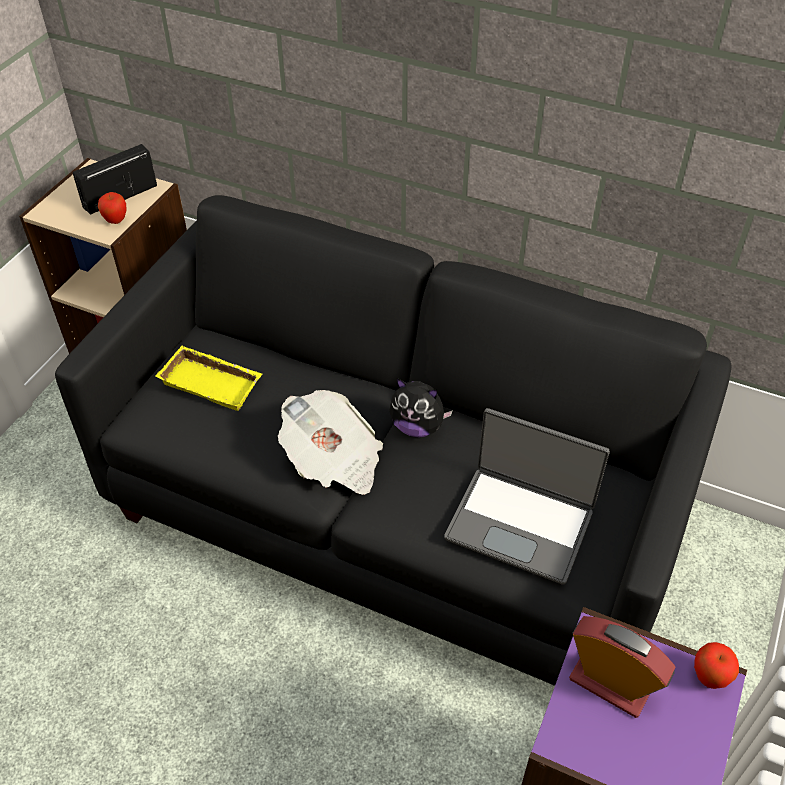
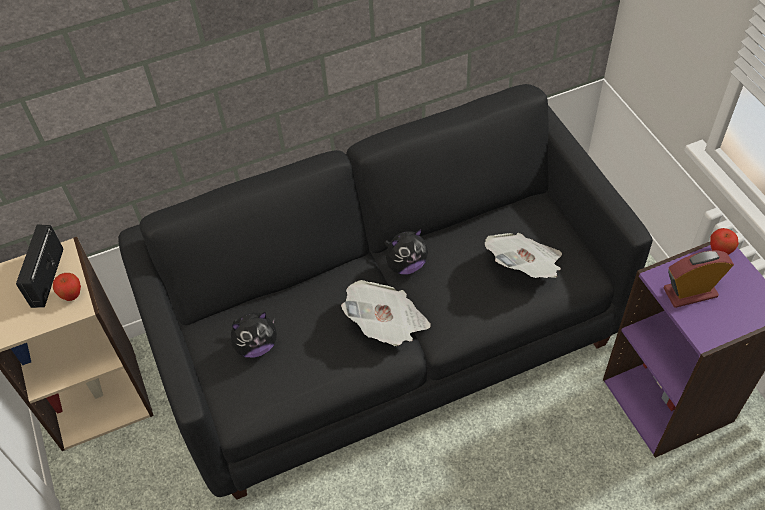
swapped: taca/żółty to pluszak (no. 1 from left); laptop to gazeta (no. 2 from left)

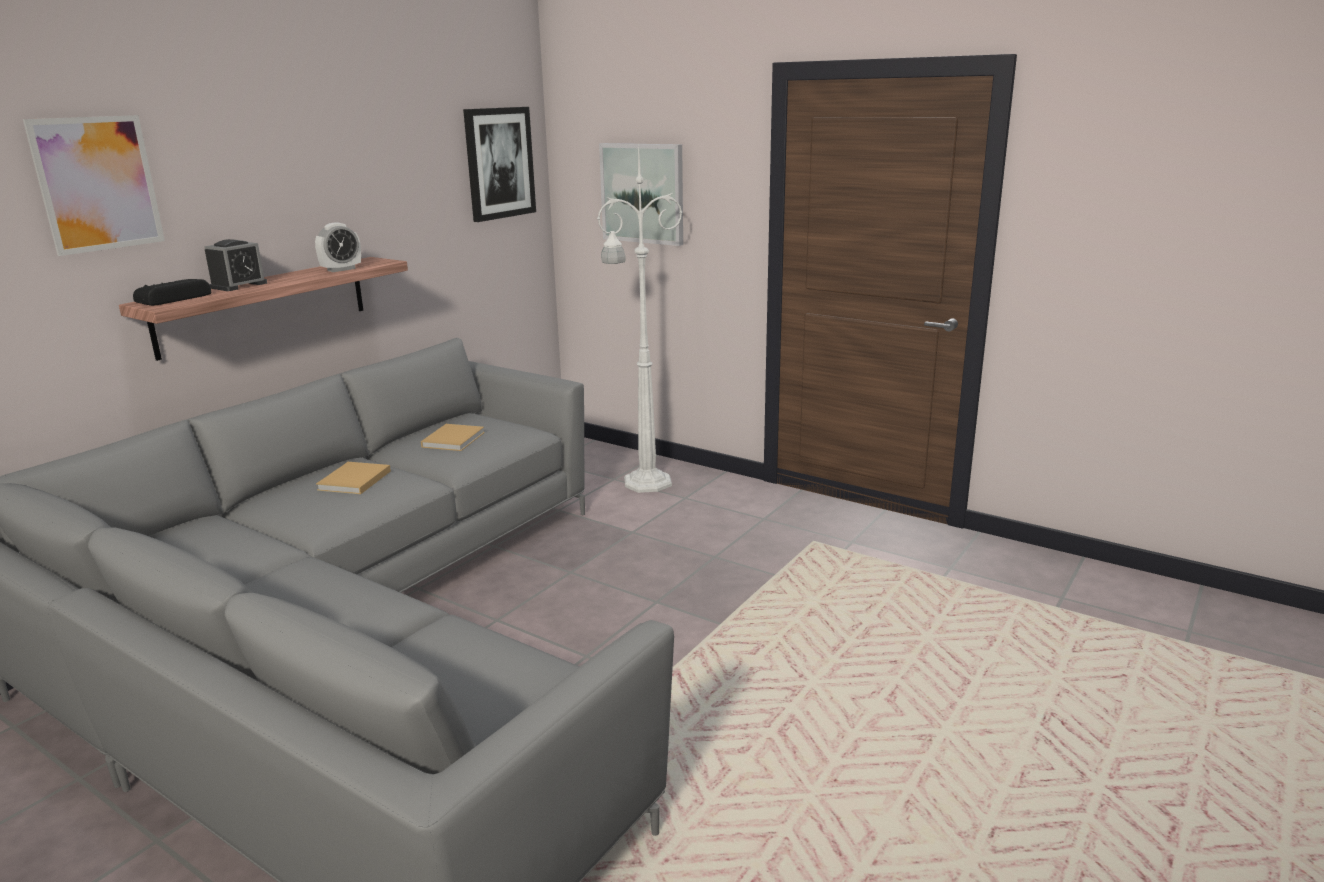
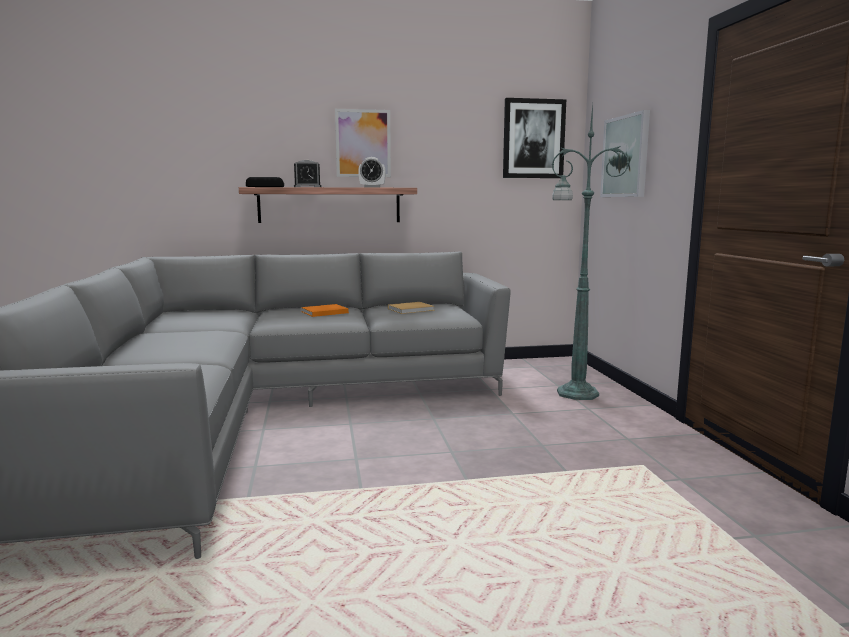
shifted: obraz (no. 1 from left)
repainted: książka/beżowy (no. 1 from left) to książka/pomarańczowy; lampa stojąca/biały to lampa stojąca/zielony

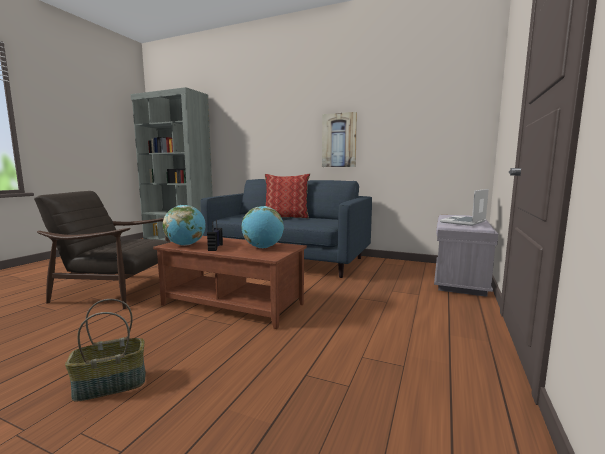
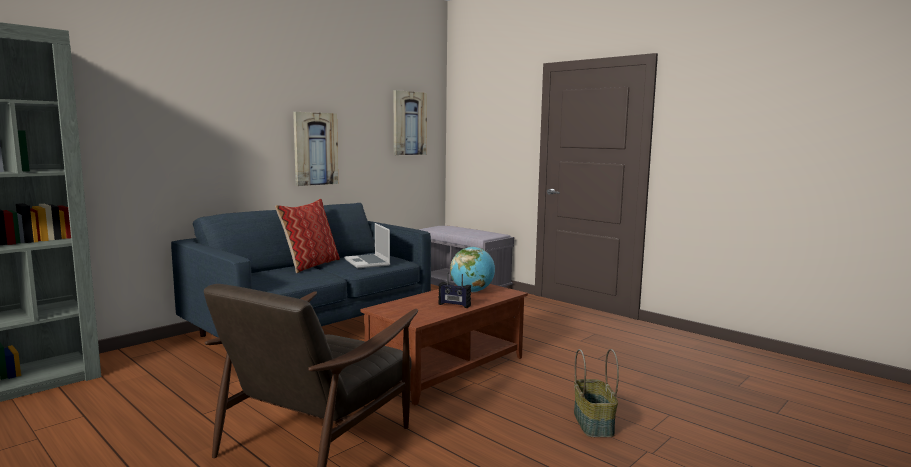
gone: globus (no. 1 from left)
new: obraz (no. 2 from left)
shifted: laptop

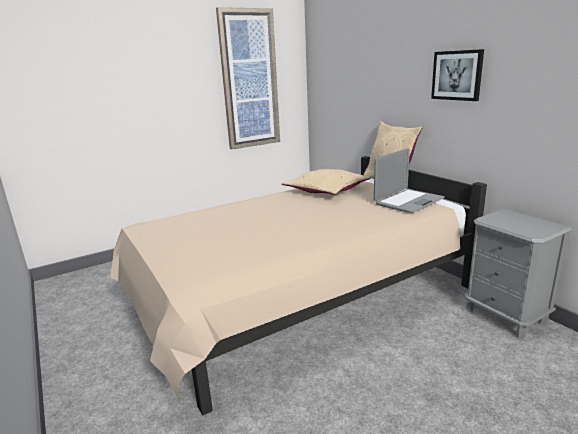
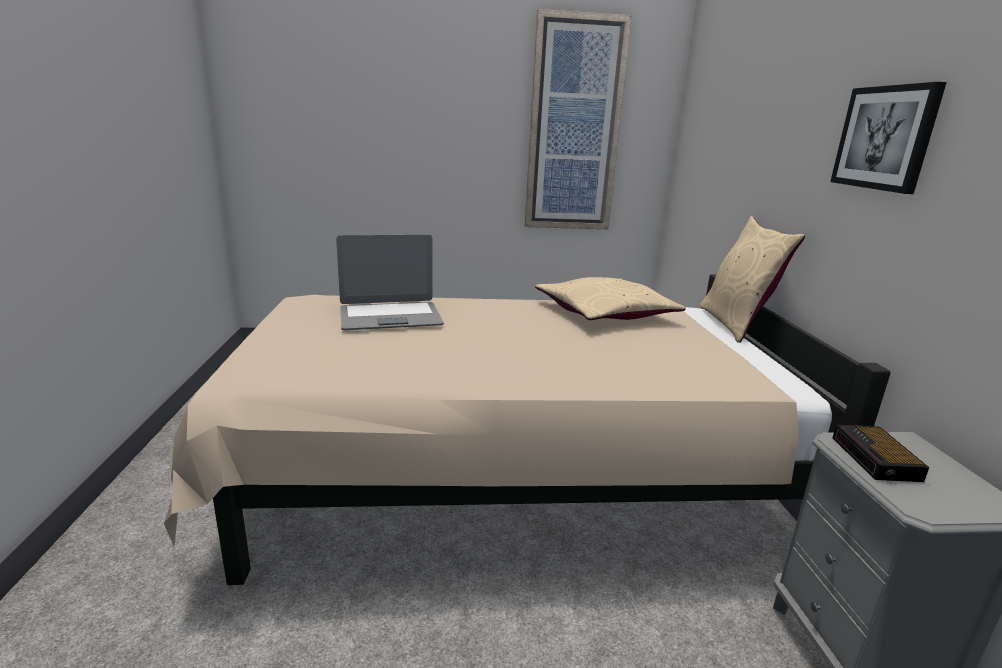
new: budzik
shifted: laptop

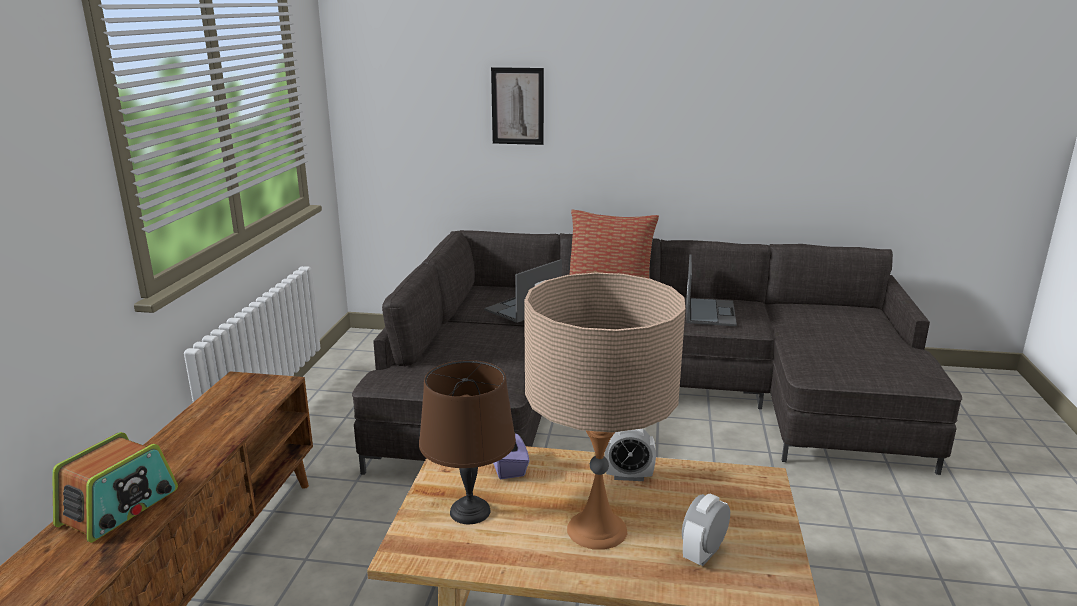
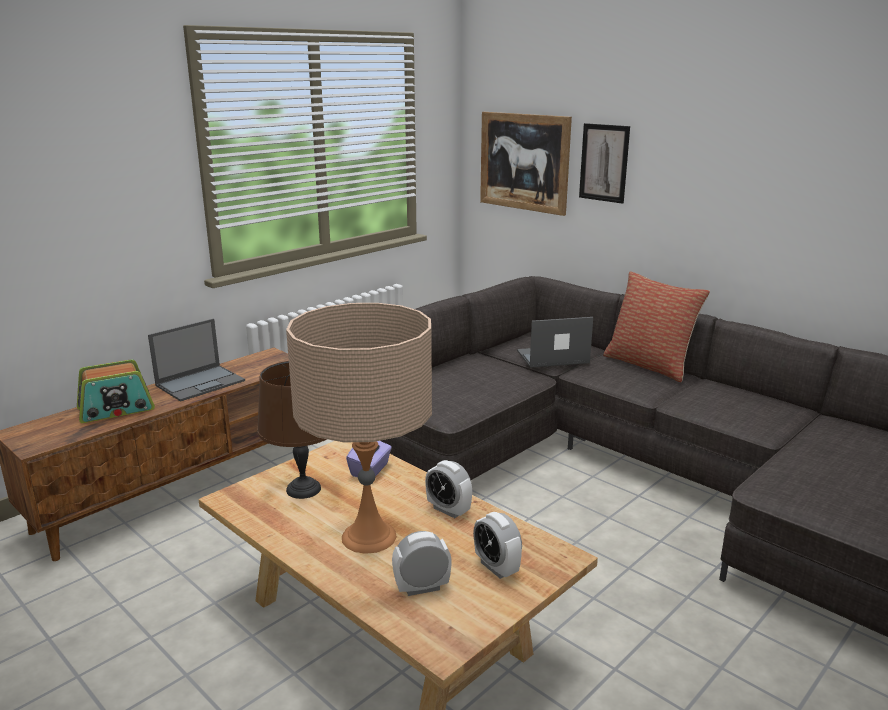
new: budzik (no. 3 from left); obraz (no. 1 from left)
shifted: laptop (no. 2 from left in the first image) to laptop (no. 1 from left)

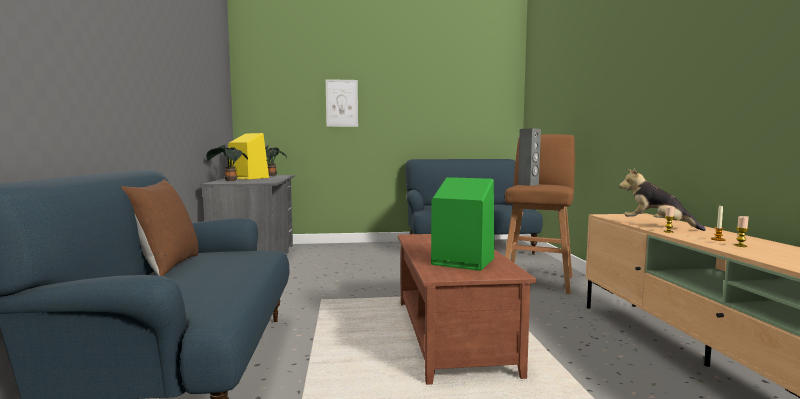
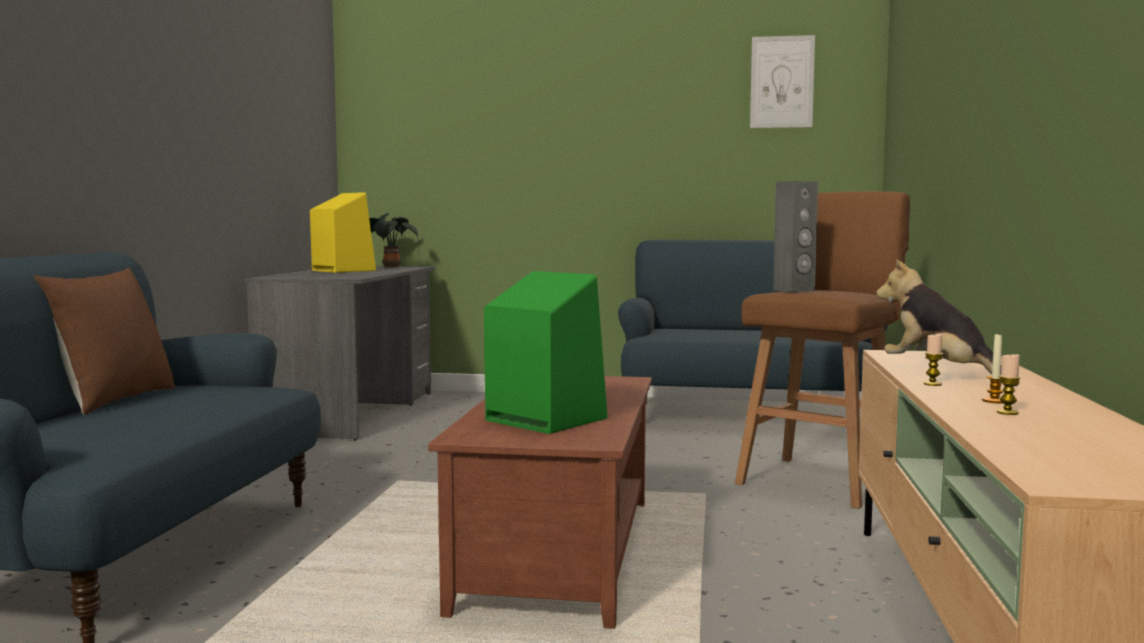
gone: roślina doniczkowa (no. 1 from left)
shifted: obraz

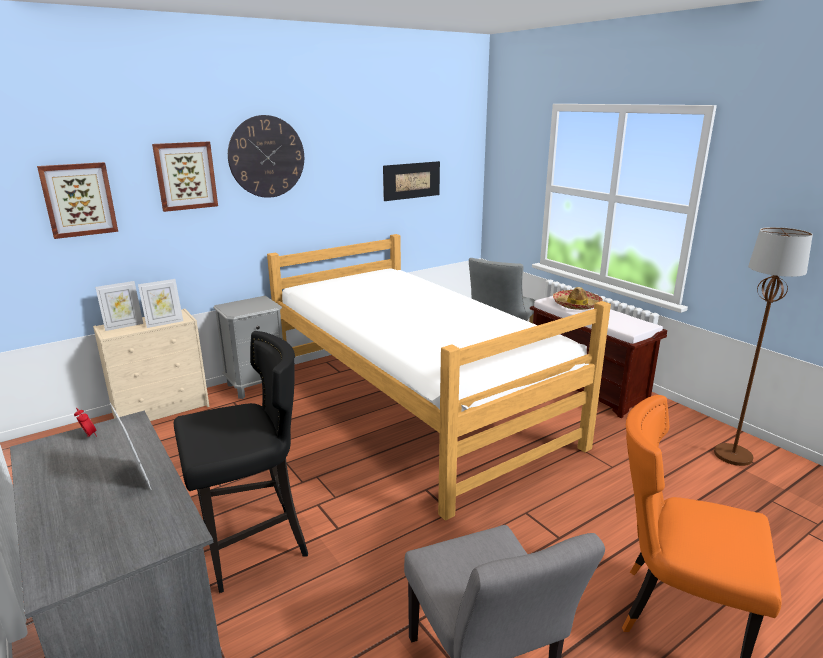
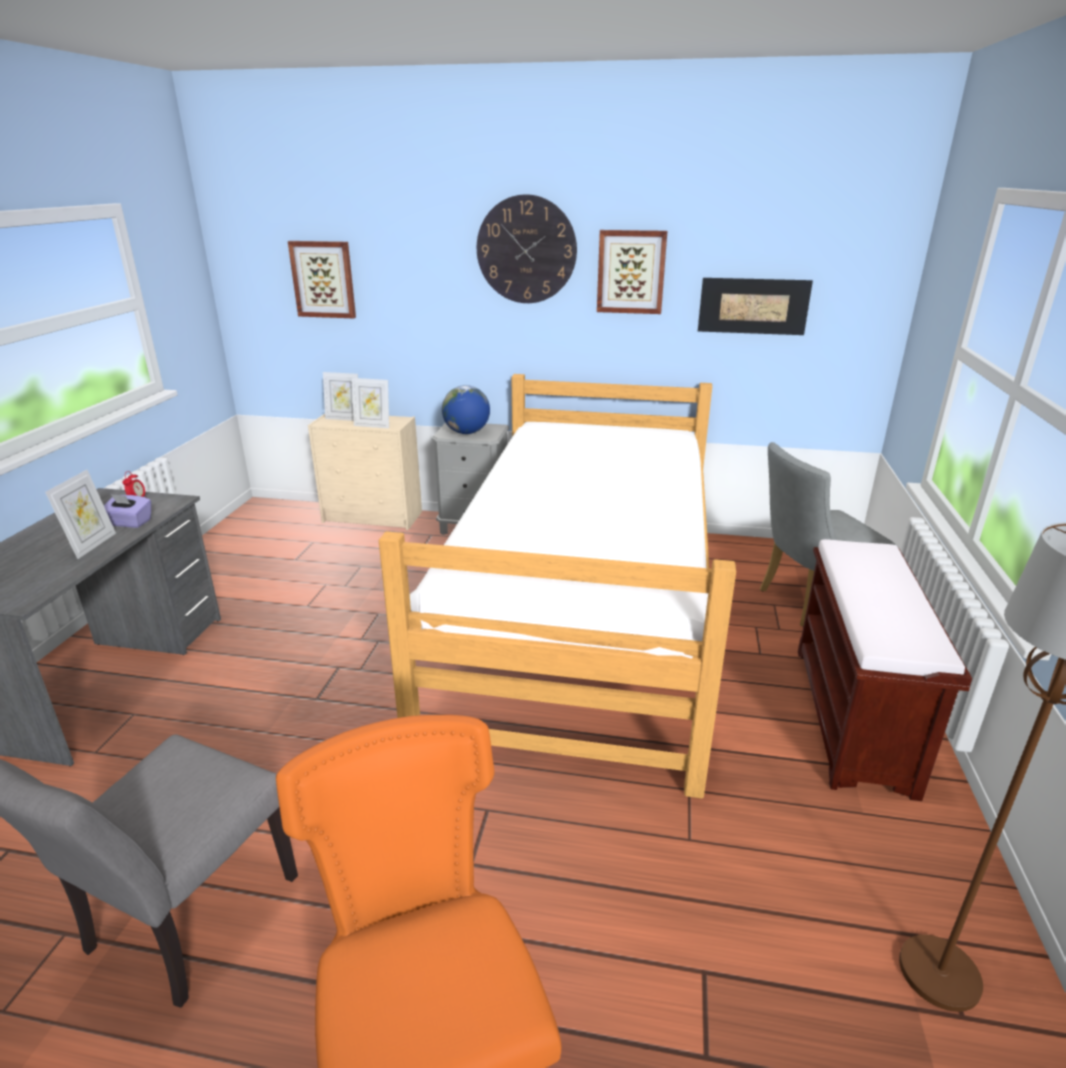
gone: stołek/czarny; kapelusz
new: pudełko chusteczek/fioletowy; globus
shifted: obraz (no. 2 from left)

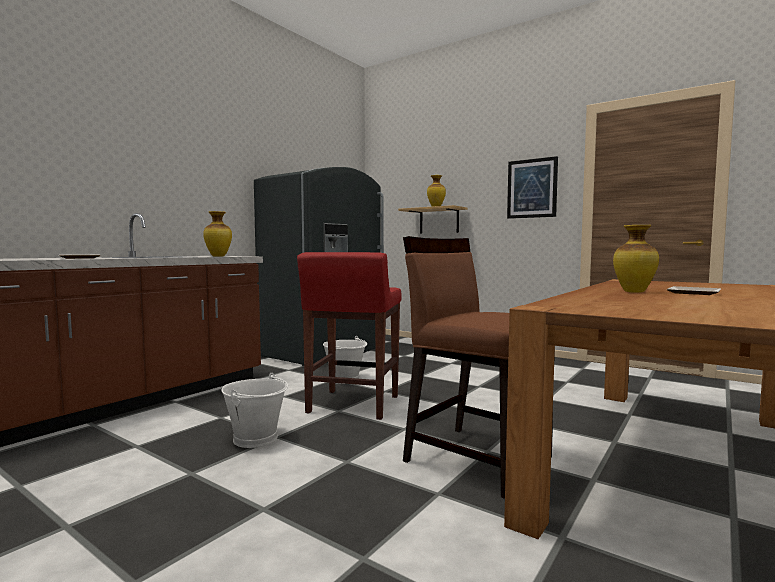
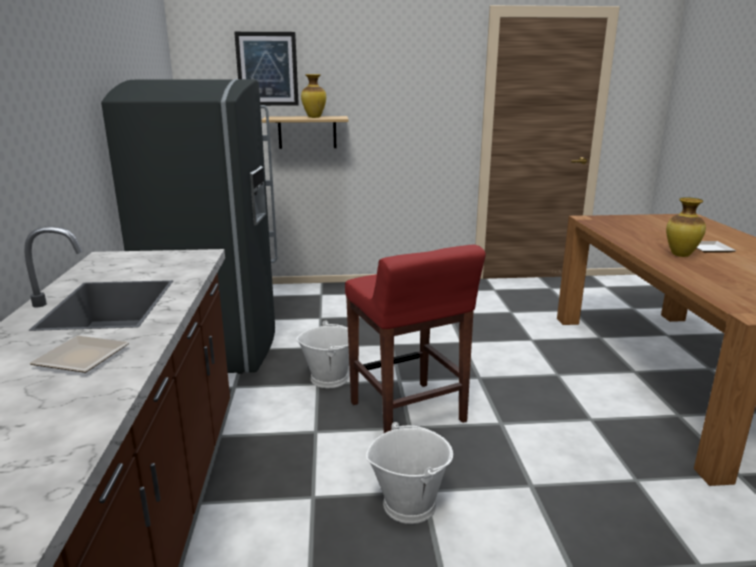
gone: wazon (no. 1 from left); krzesło/brązowy
shifted: obraz

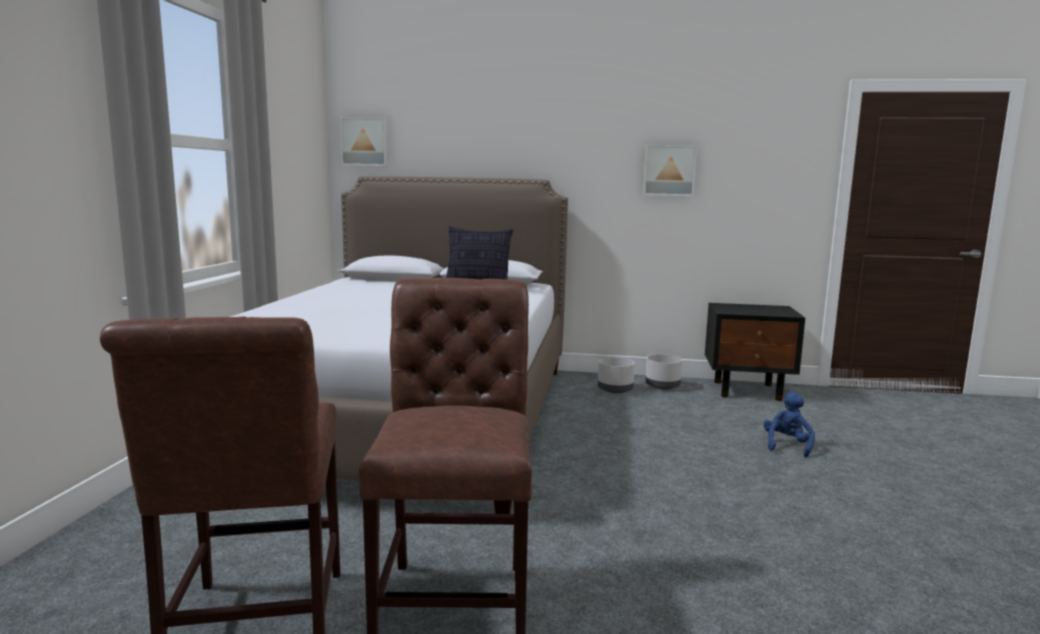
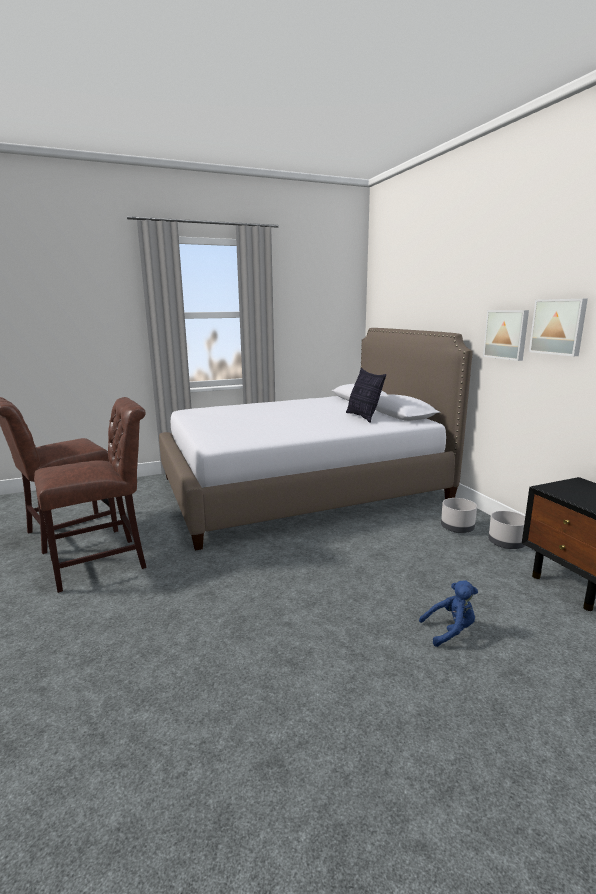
shifted: obraz (no. 1 from left)

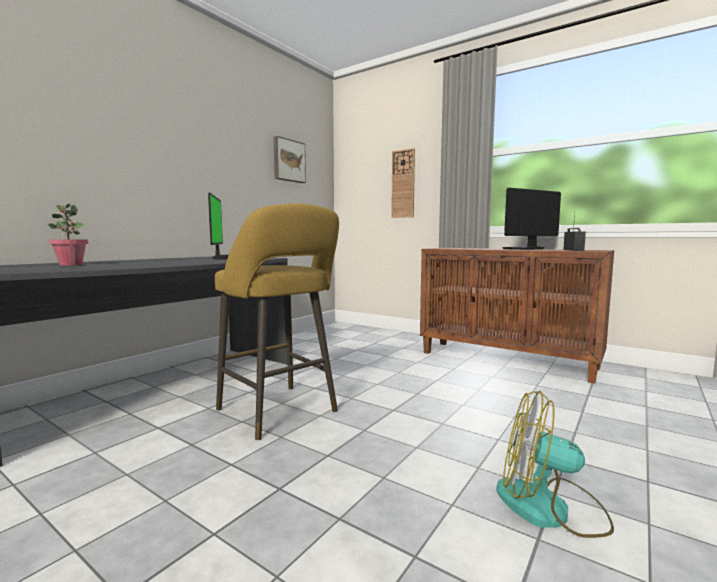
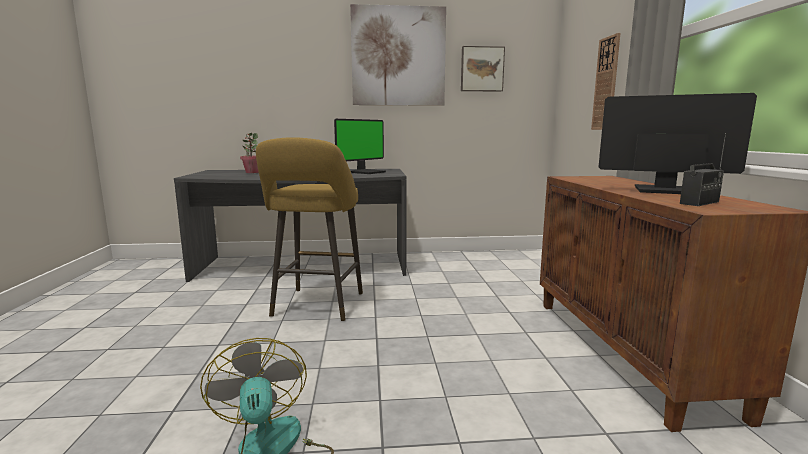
new: obraz (no. 1 from left)

